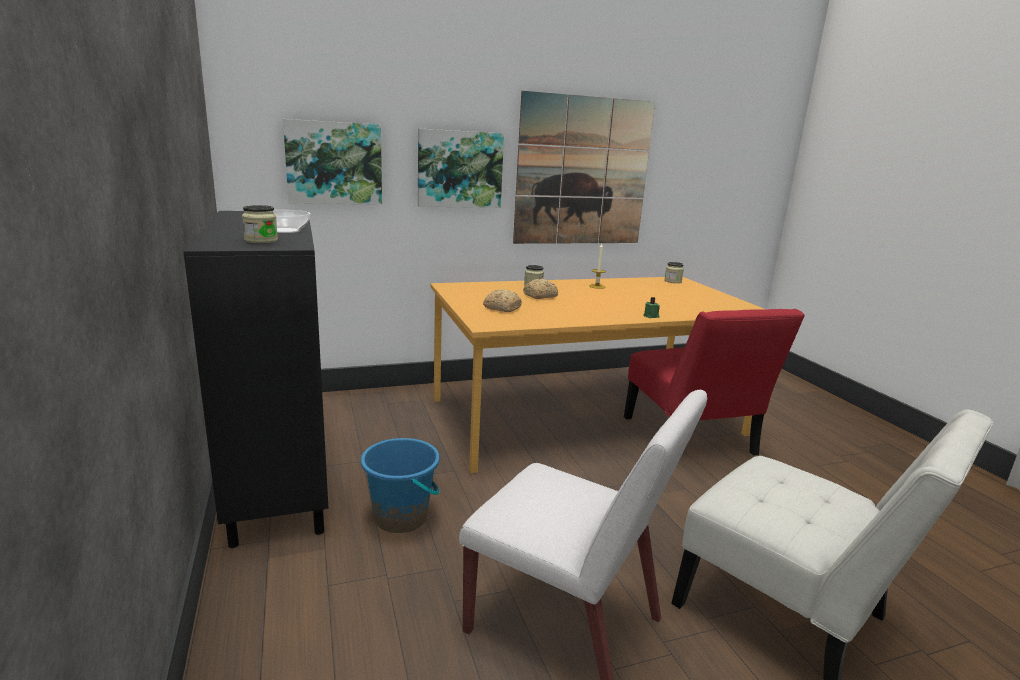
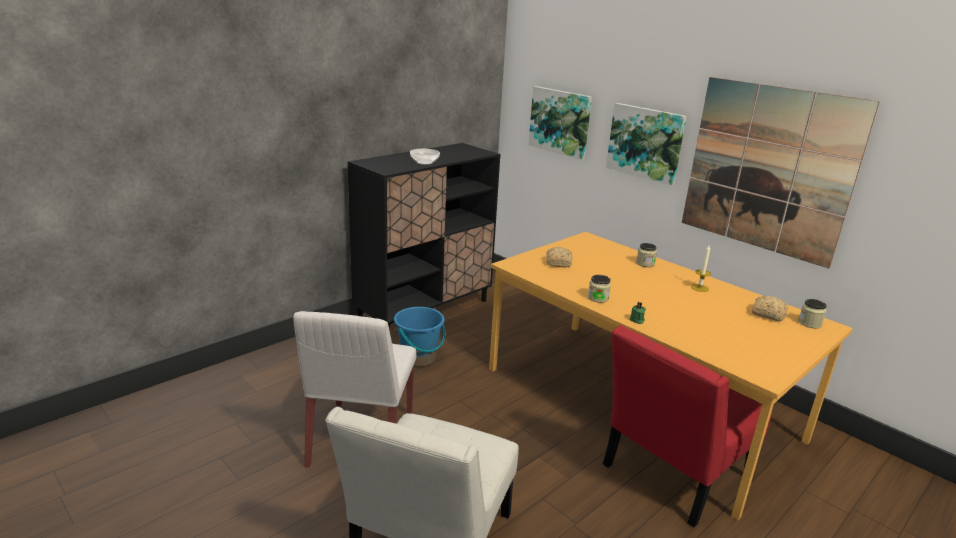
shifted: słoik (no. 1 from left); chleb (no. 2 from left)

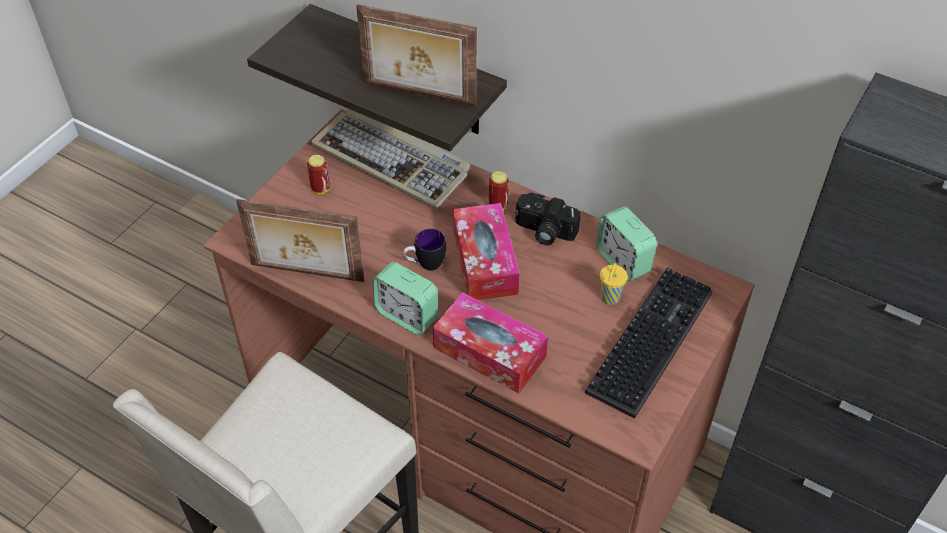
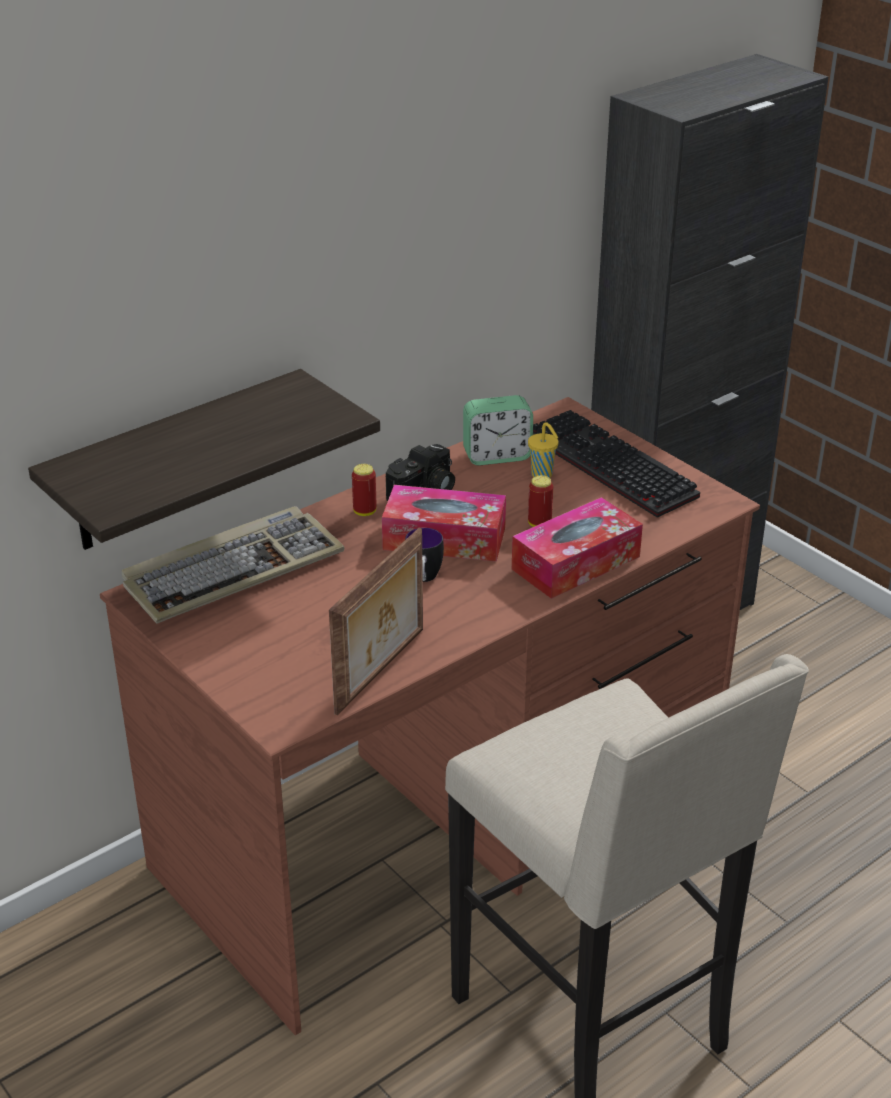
gone: ramka na zdjęcie (no. 2 from left); budzik (no. 1 from left)
shifted: puszka (no. 1 from left in the first image) to puszka (no. 2 from left)

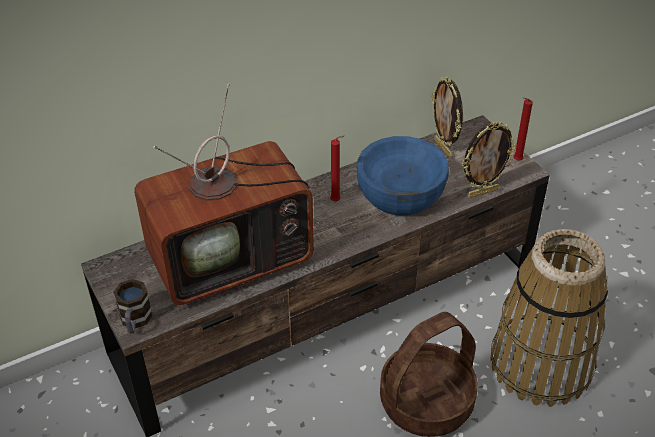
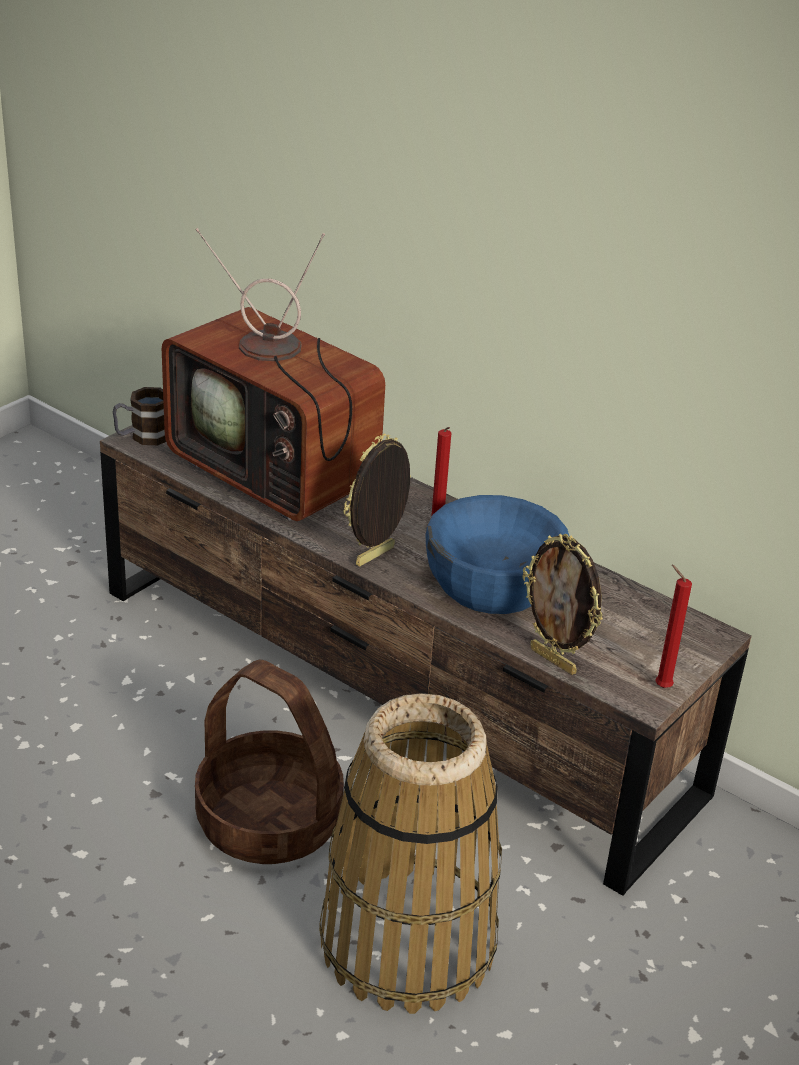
shifted: ramka na zdjęcie (no. 1 from left)

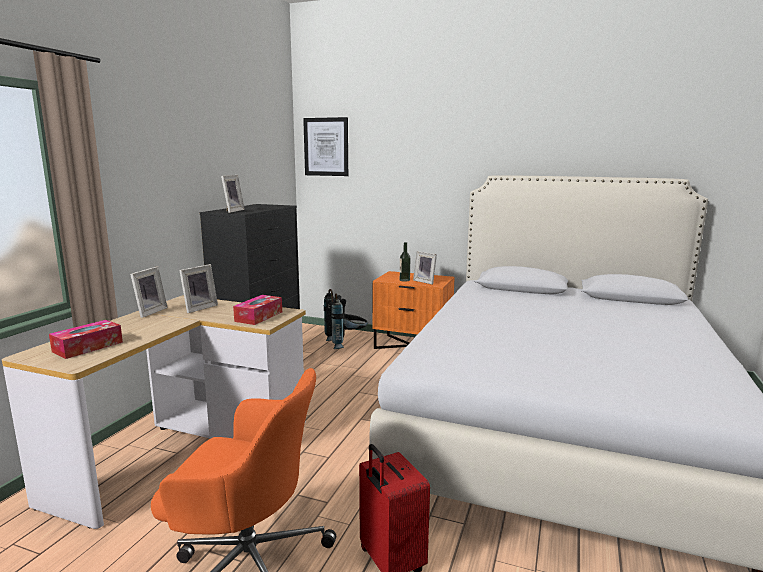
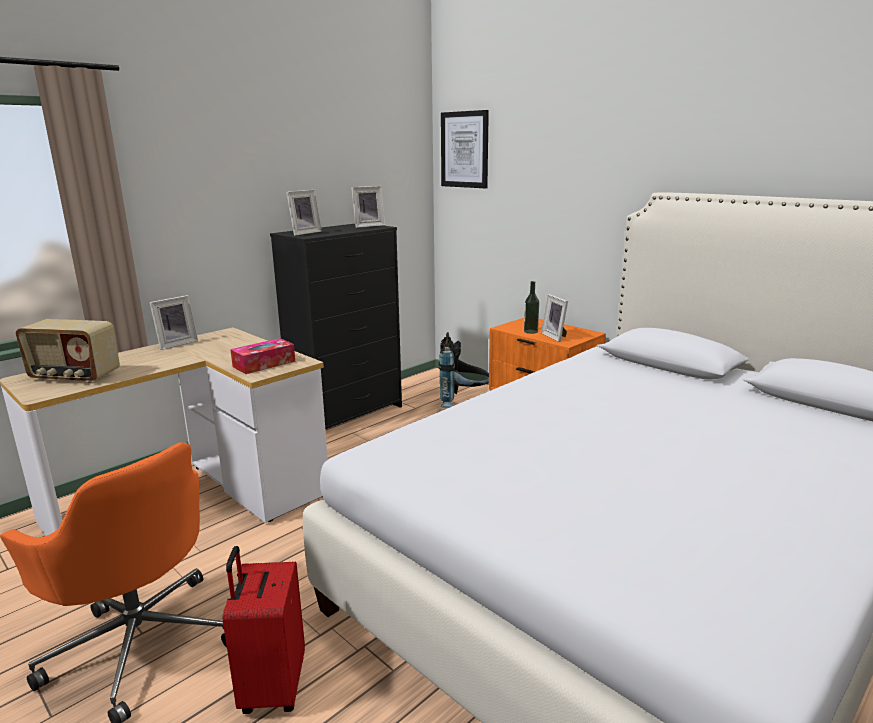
shifted: ramka na zdjęcie (no. 2 from left in the first image) to ramka na zdjęcie (no. 3 from left)
swapped: pudełko chusteczek (no. 1 from left) to radio

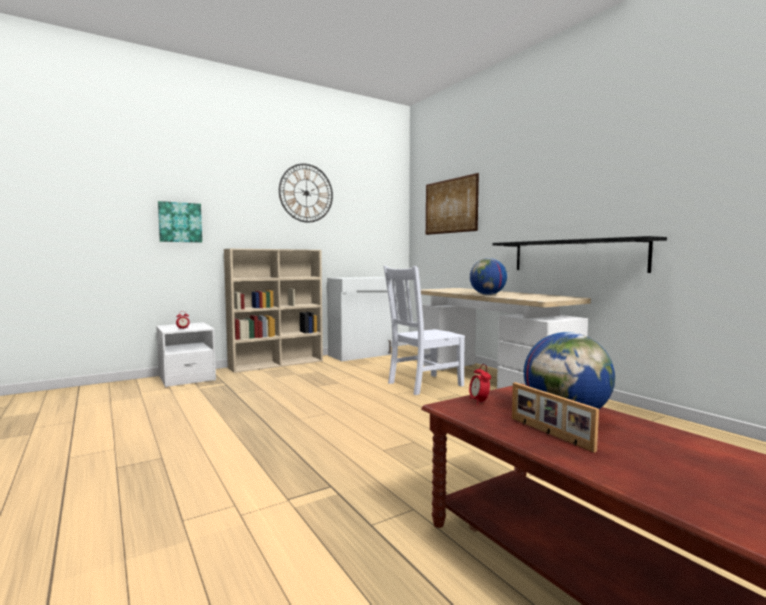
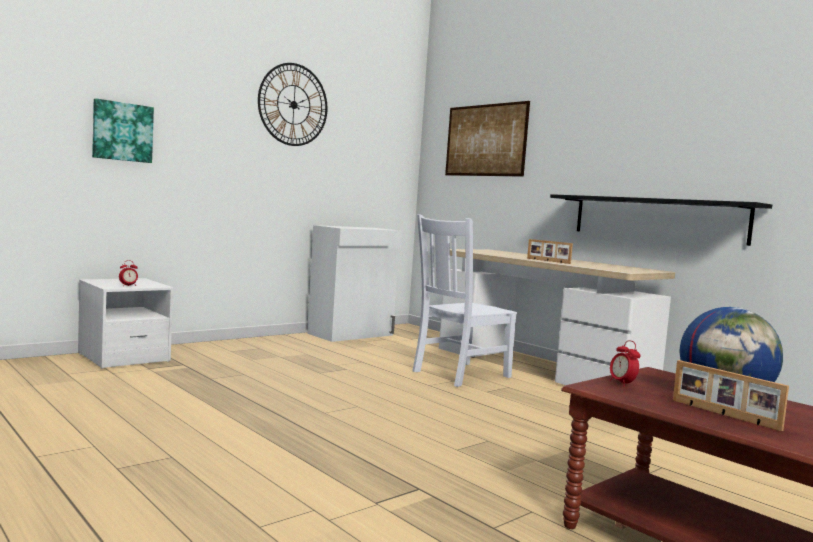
gone: regał/beżowy
swapped: globus (no. 1 from left) to ramka na zdjęcie (no. 1 from left)

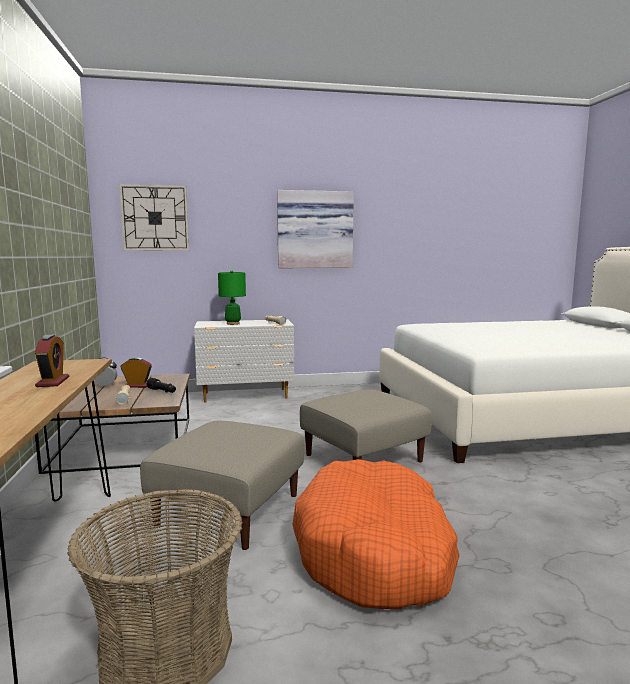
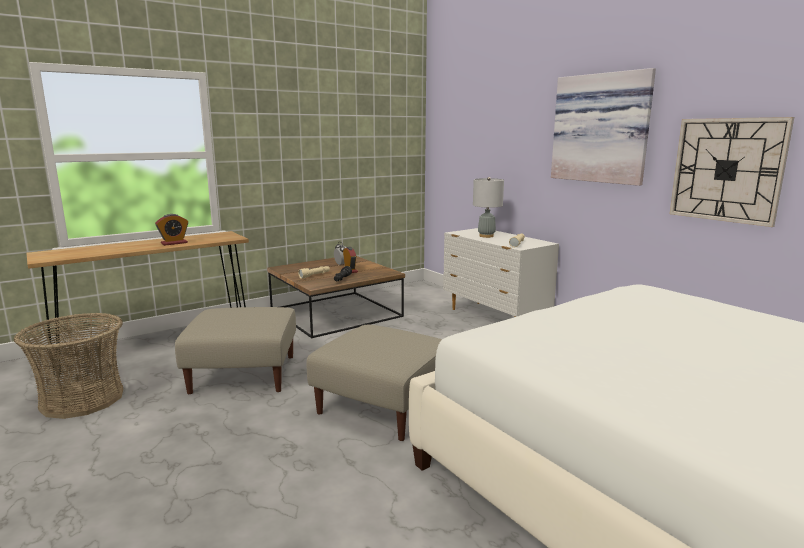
gone: legowisko/pomarańczowy
shifted: zegar ścienny
repainted: lampa stołowa/zielony to lampa stołowa/szary

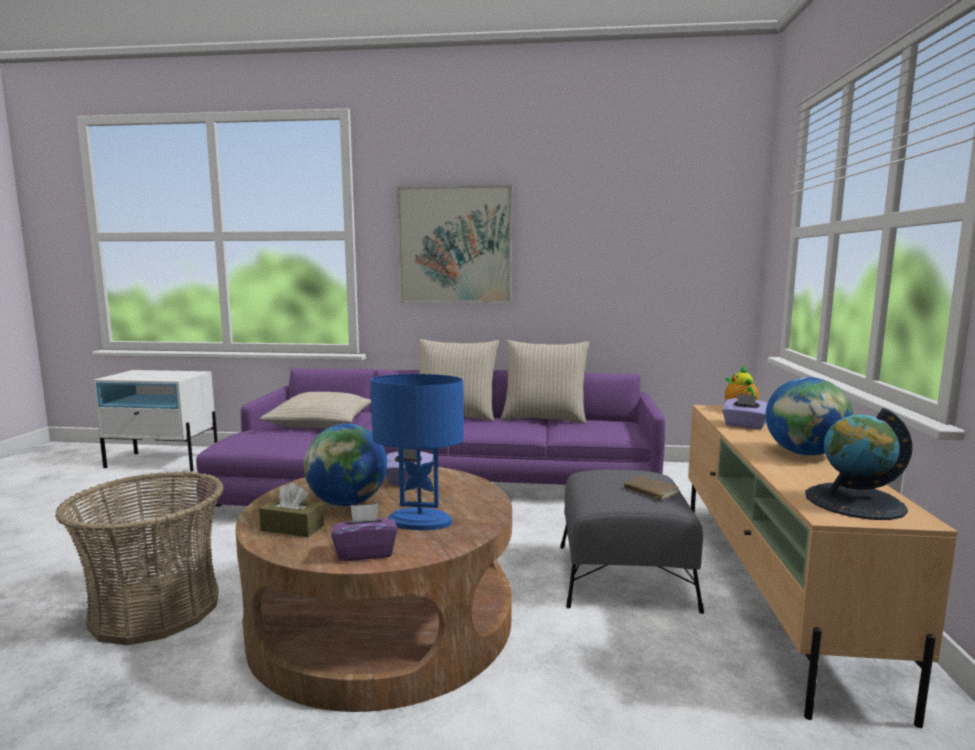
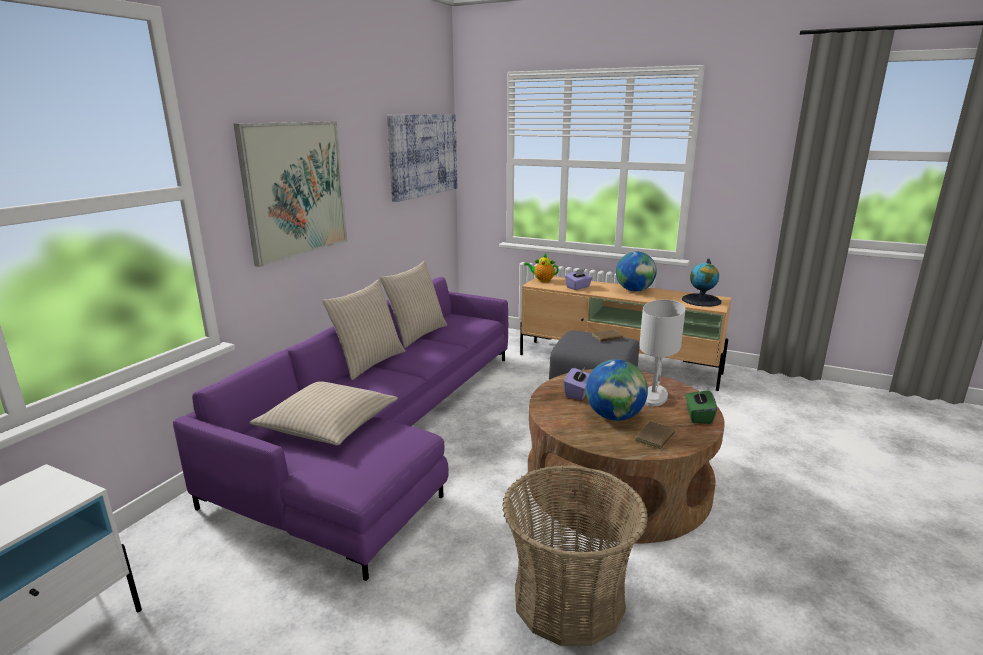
new: obraz (no. 2 from left)
swapped: pudełko chusteczek/brązowy to książka/brązowy (no. 2 from left)
repainted: pudełko chusteczek/fioletowy (no. 1 from left) to pudełko chusteczek/zielony; lampa stołowa/niebieski to lampa stołowa/biały

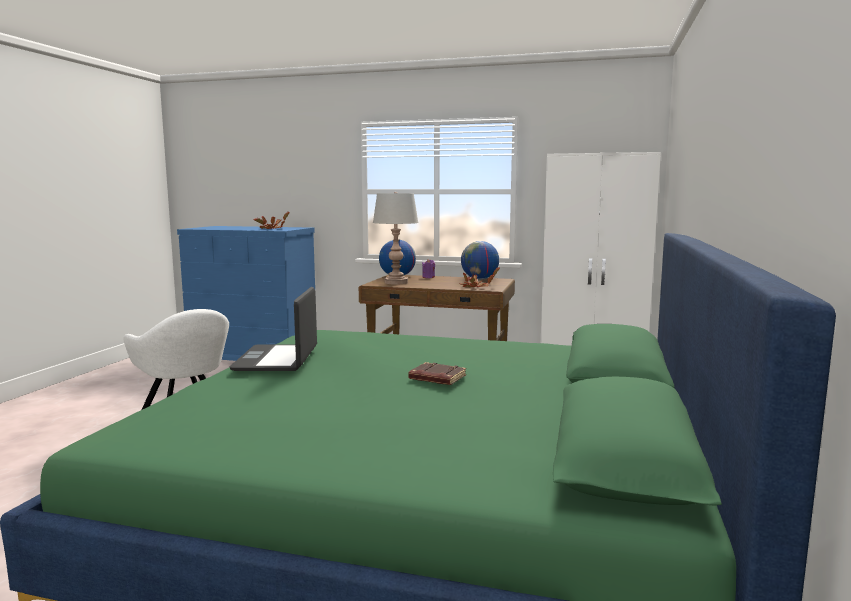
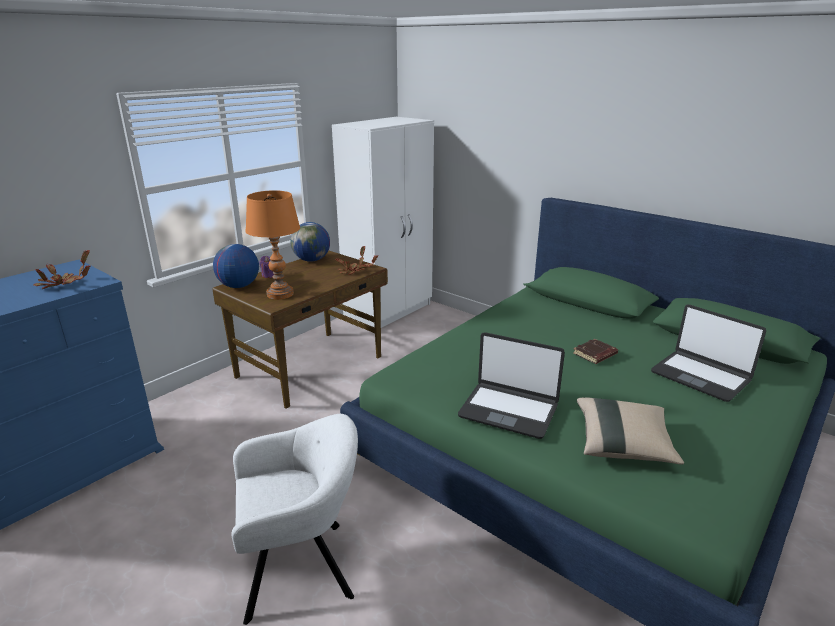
new: poduszka/beżowy; laptop (no. 2 from left)
repainted: lampa stołowa/szary to lampa stołowa/pomarańczowy

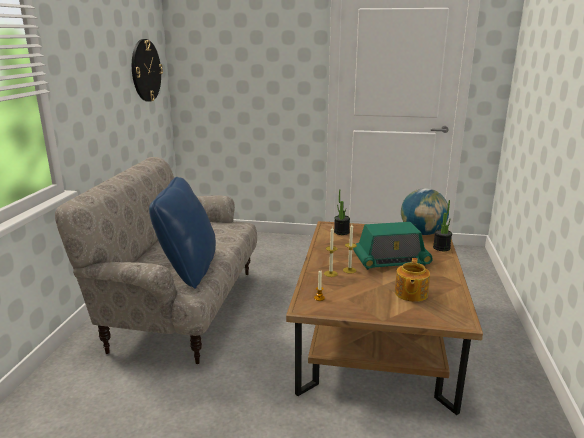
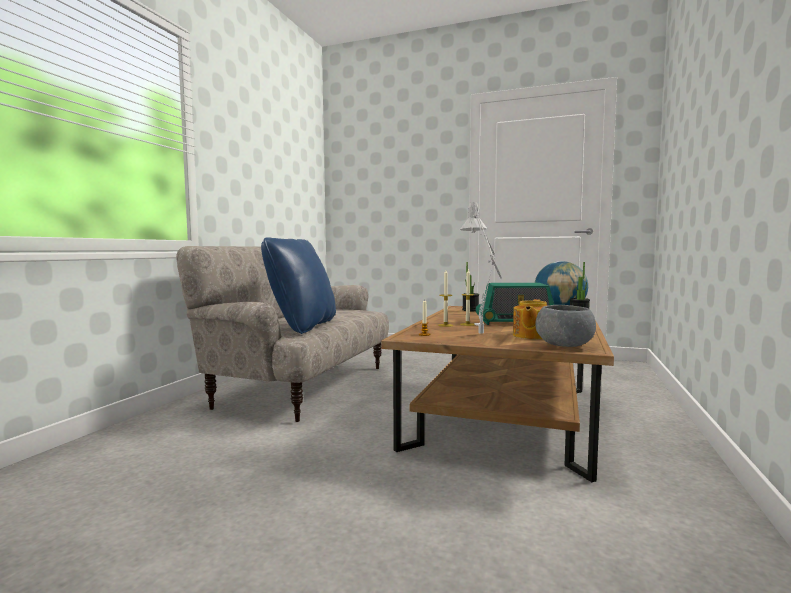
gone: zegar ścienny
new: lampa stołowa/szary; miska/szary

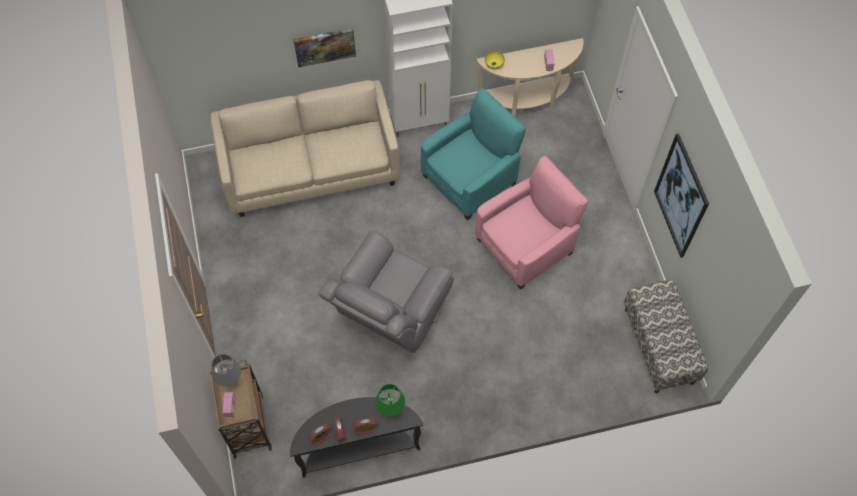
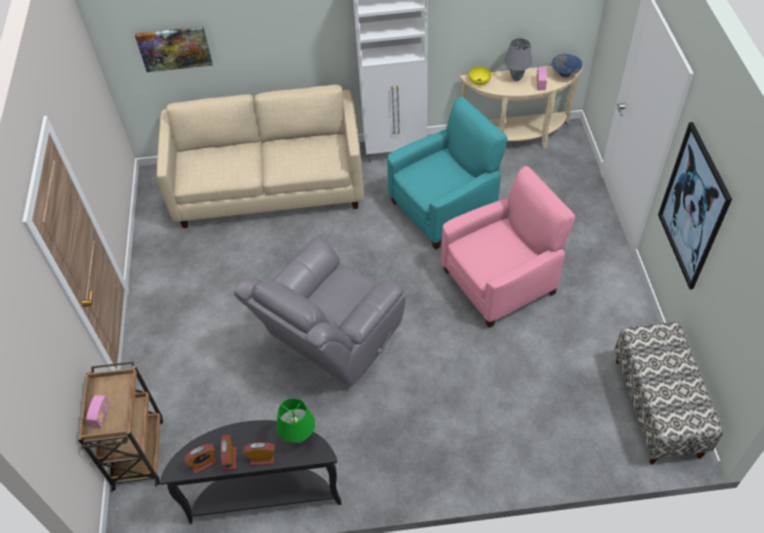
new: miska/niebieski
shifted: lampa stołowa/szary; obraz (no. 1 from left)

